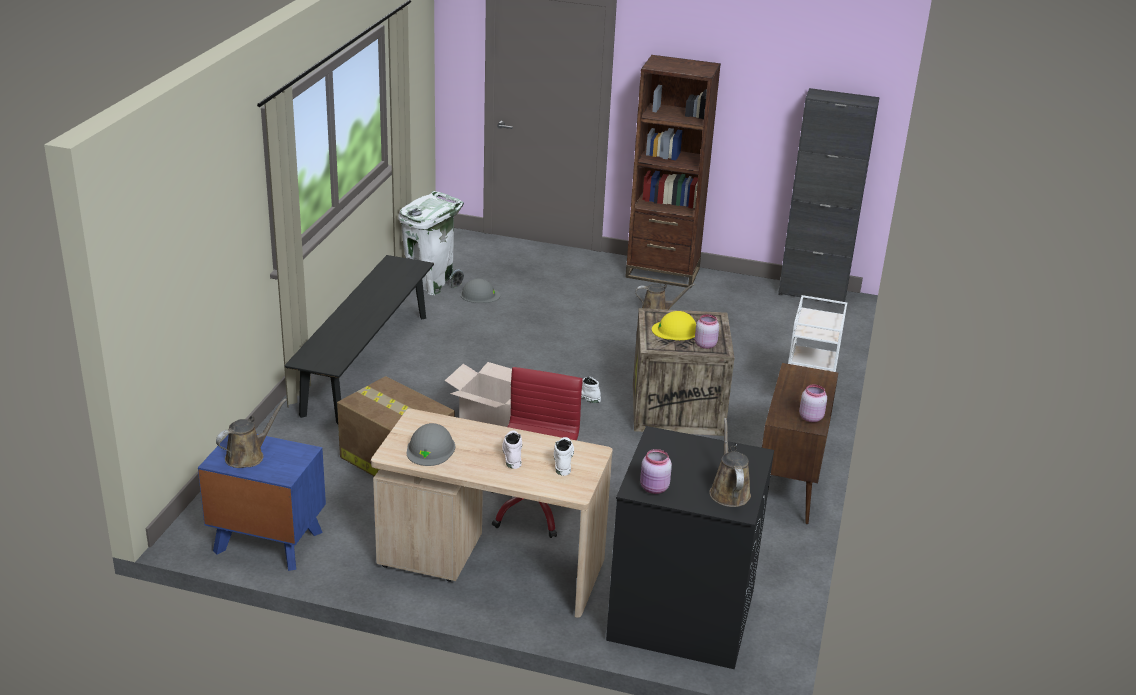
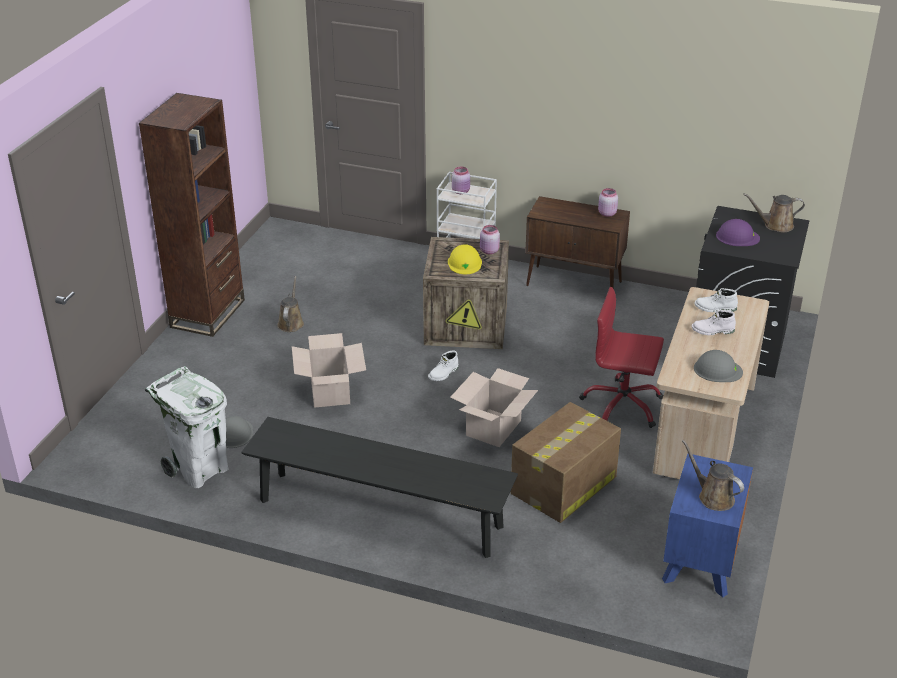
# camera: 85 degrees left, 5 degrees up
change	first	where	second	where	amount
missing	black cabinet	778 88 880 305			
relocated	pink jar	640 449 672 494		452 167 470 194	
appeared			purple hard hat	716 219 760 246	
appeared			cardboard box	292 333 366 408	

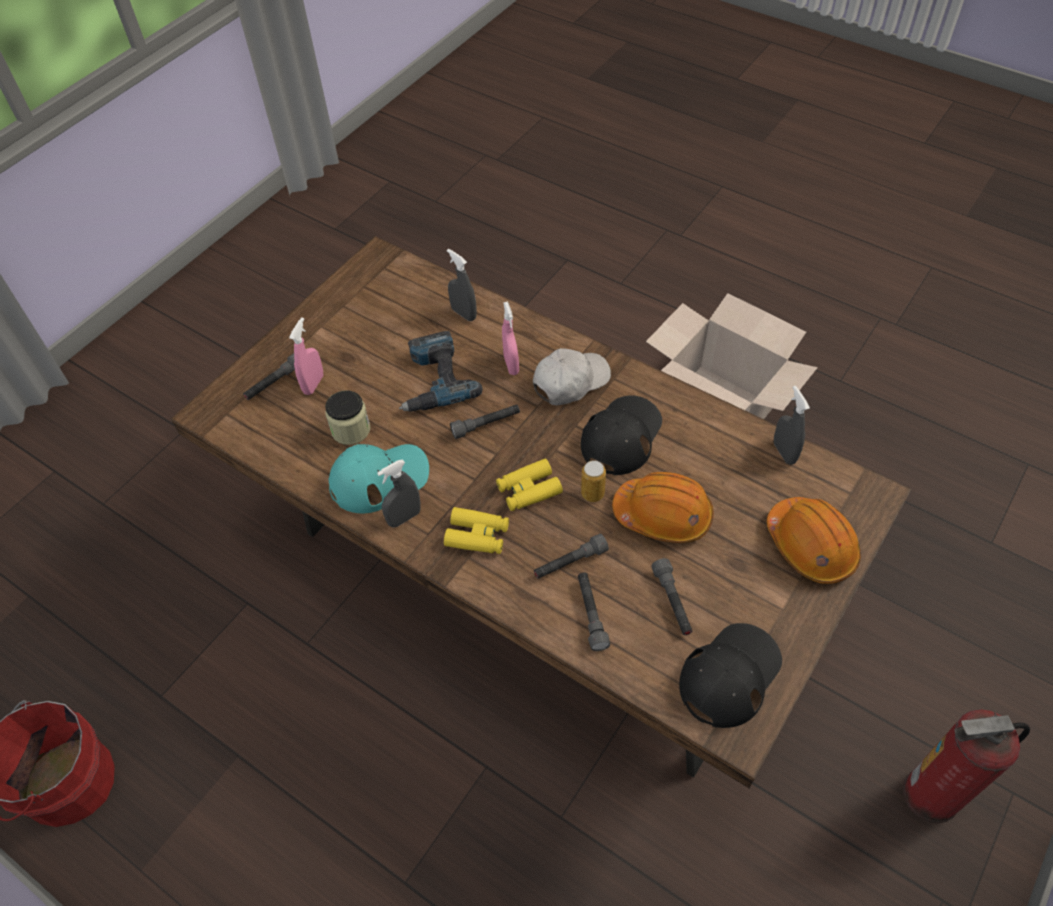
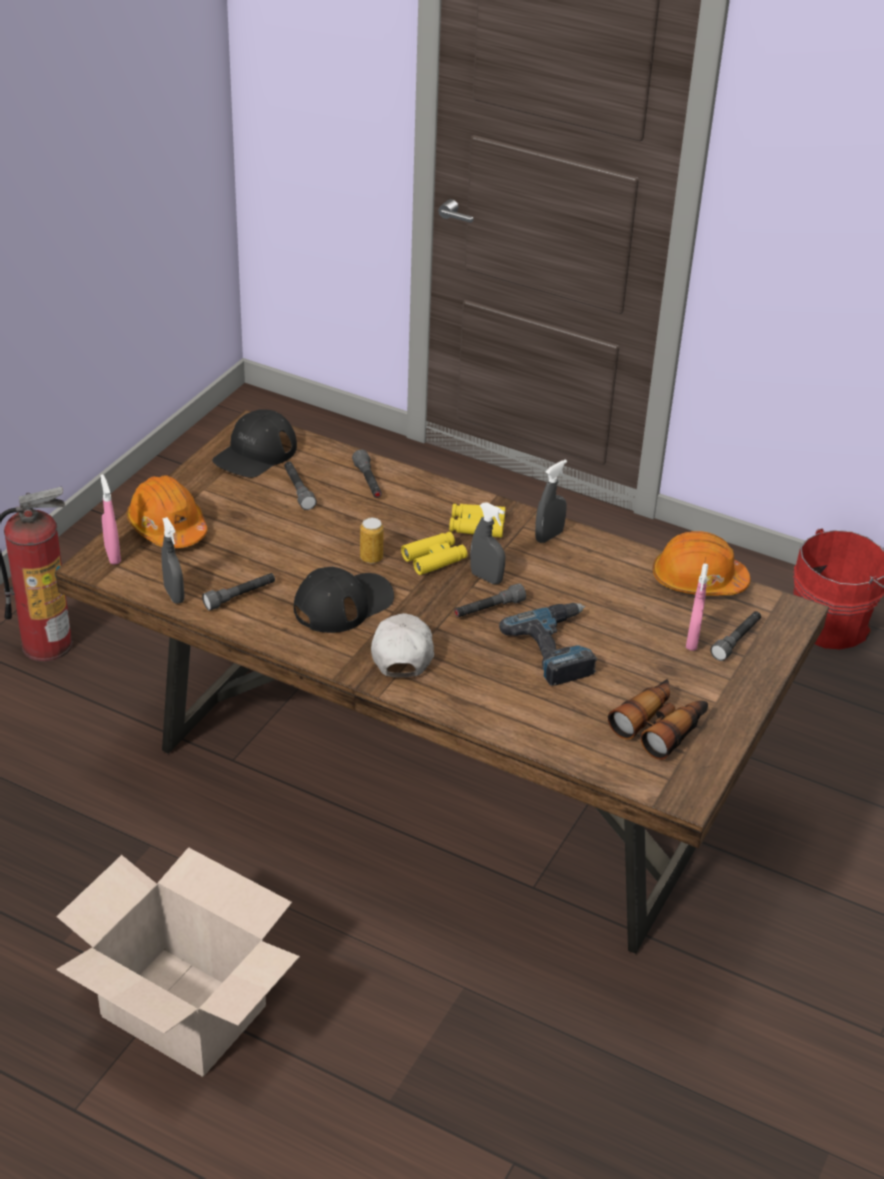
# camera: 170 degrees right, 15 degrees down
change	first	where	second	where	amount
relocated	grey spray bottle	447 249 477 321		470 502 505 584	
relocated	pink spray bottle	502 302 519 375		100 474 121 565	
spun	white cap	533 348 611 405		371 613 434 678	135 degrees clockwise
missing	jar	325 390 371 445			
spun	black cap	581 395 662 475		294 566 394 633	150 degrees counterclockwise
missing	turquoise cap	328 444 429 513			
relocated	orange hard hat	612 472 714 543		653 531 750 596	
relocated	grey flashlight	534 534 609 579		202 573 275 611	
appeared			binoculars	608 679 708 760	

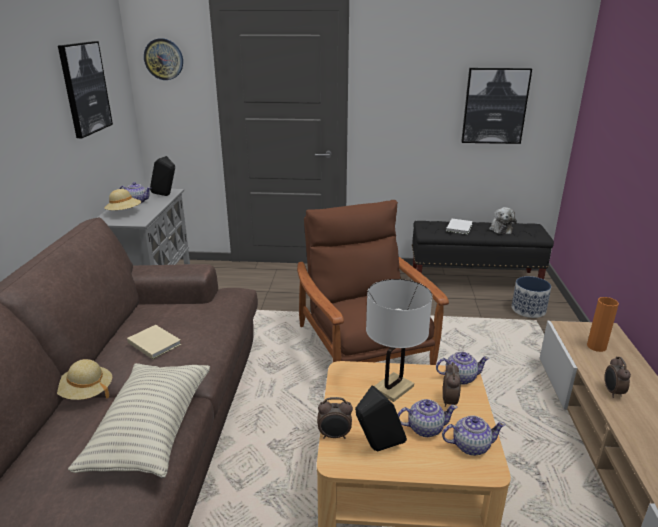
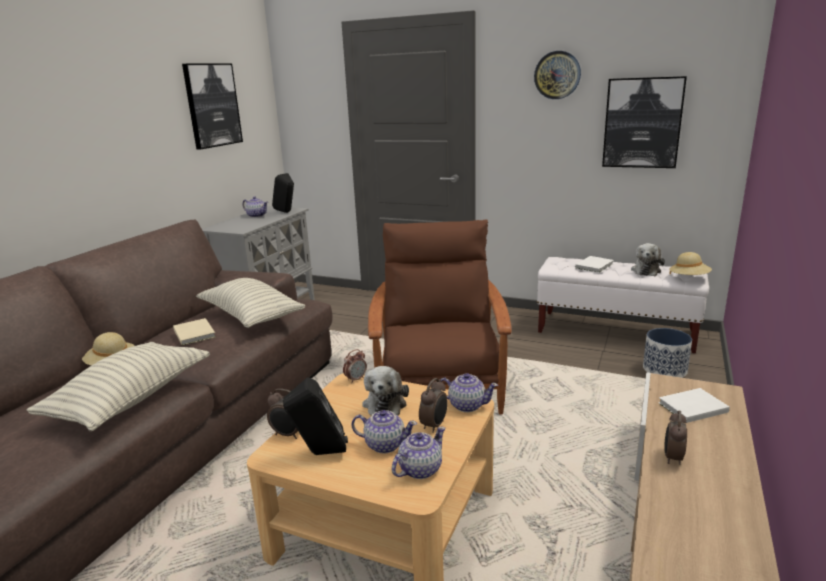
# camera: 20 degrees right, 5 degrees down
change	first	where	second	where	amount
relocated	wall clock	144 38 183 80		534 51 581 99	
relocated	beige hat	104 189 141 210		669 252 712 275	
colour	black bench	412 221 554 279	white bench	536 257 709 353	
exchanged	white table lamp	366 279 432 402	plush toy	362 366 409 416	
exchanged	orange vase	587 297 619 352	white book	658 388 730 423	
spun	teapot	442 415 506 456		392 427 445 479	60 degrees counterclockwise
appeared			pillow	196 278 305 328	
appeared			alarm clock	343 349 367 383	

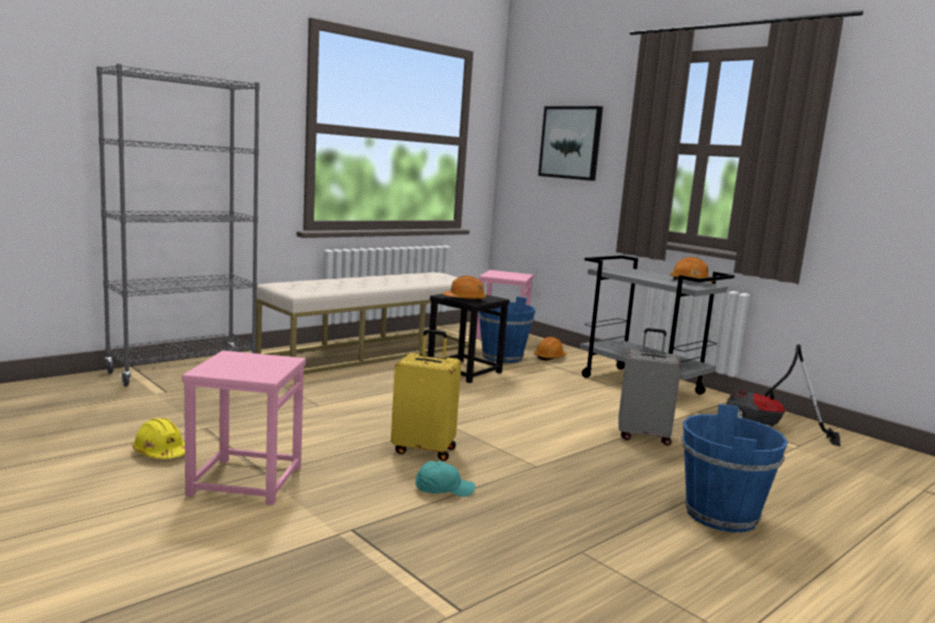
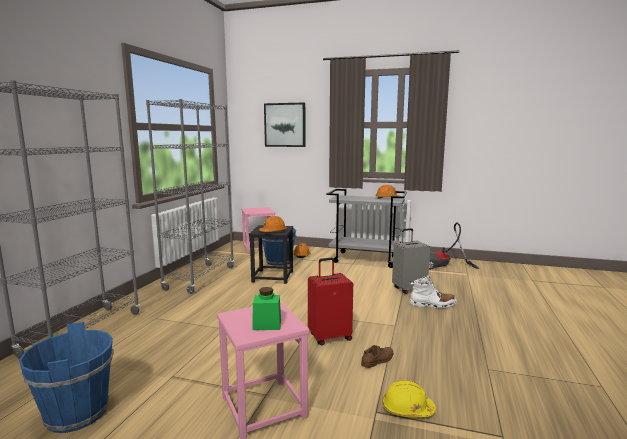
# camera: 30 degrees left, 0 degrees up
change	first	where	second	where	amount
exchanged	beige bench	256 272 469 374	grey bookcase	146 99 234 294	
colour	yellow suitcase	391 330 461 461	red suitcase	308 258 353 345	
relocated	blue bucket	681 404 788 532		19 322 114 433	
relocated	yellow hard hat	132 418 185 459		382 380 436 417	
exchanged	turquoise cap	415 461 475 497	brown shoe	361 345 393 368	
appeared			white boot	410 275 457 308	
appeared			green jar	252 287 281 330	

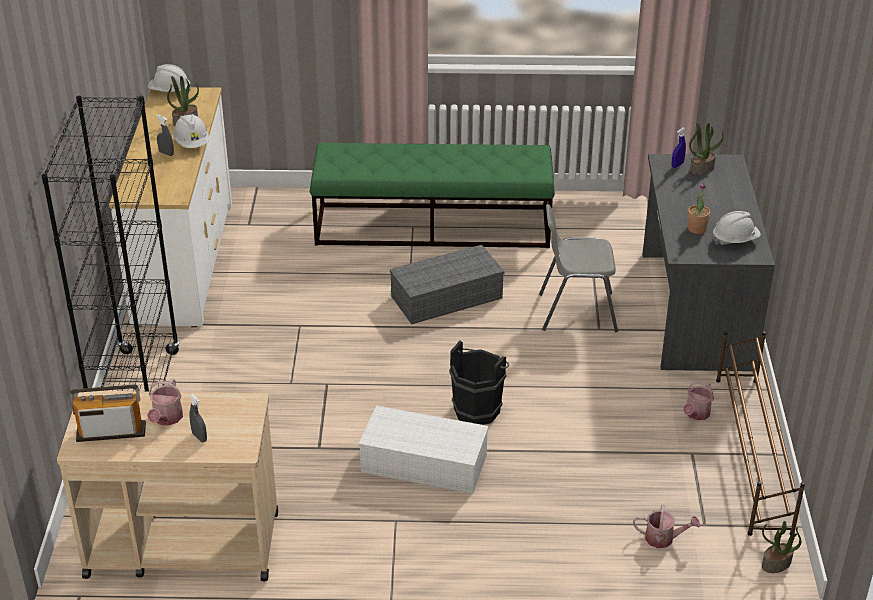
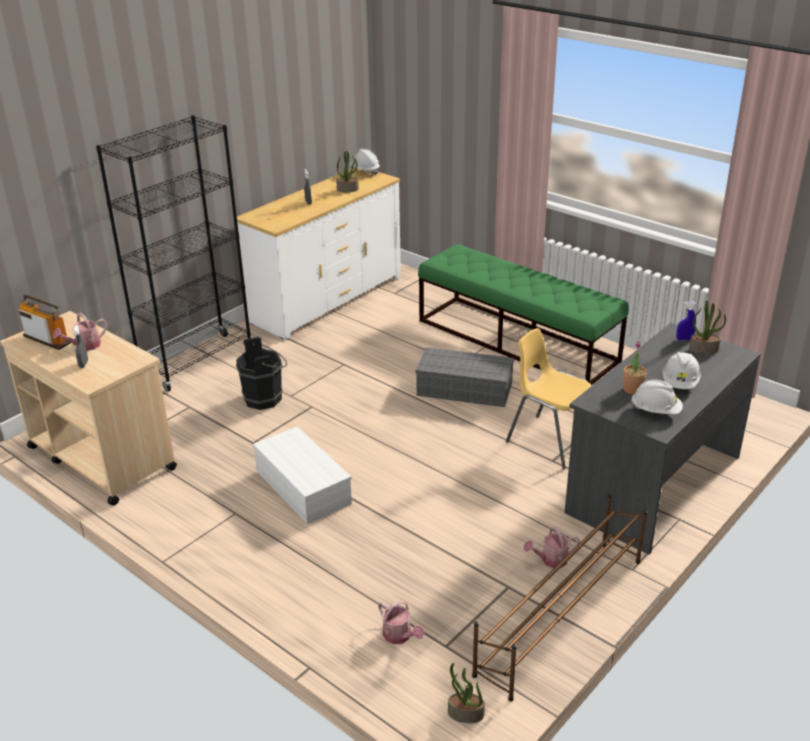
# camera: 40 degrees right, 5 degrees down
change	first	where	second	where	amount
relocated	white hard hat	173 114 209 148		662 352 701 389	
colour	grey chair	539 204 618 332	yellow chair	506 328 591 469	
relocated	black bucket	449 341 509 425		236 337 287 410	

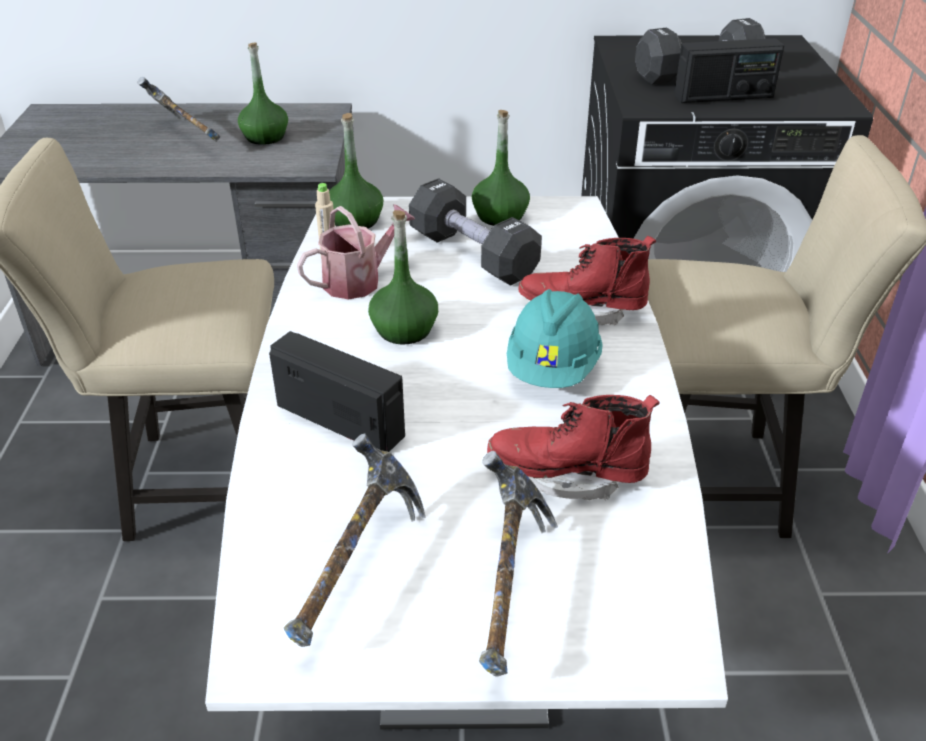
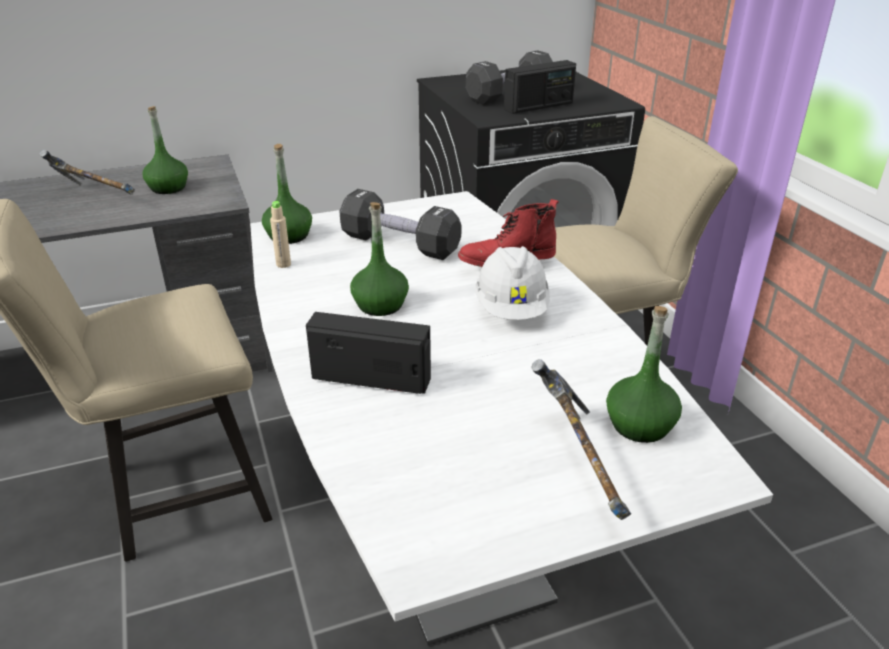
# camera: 20 degrees left, 5 degrees down
change	first	where	second	where	amount
relocated	green bottle	472 110 530 226		606 306 682 443	
missing	watering can	297 204 415 299			
colour	turquoise hard hat	507 289 603 388	white hard hat	475 246 550 320	
missing	red boot	487 395 660 500			
missing	hammer	284 433 425 647			

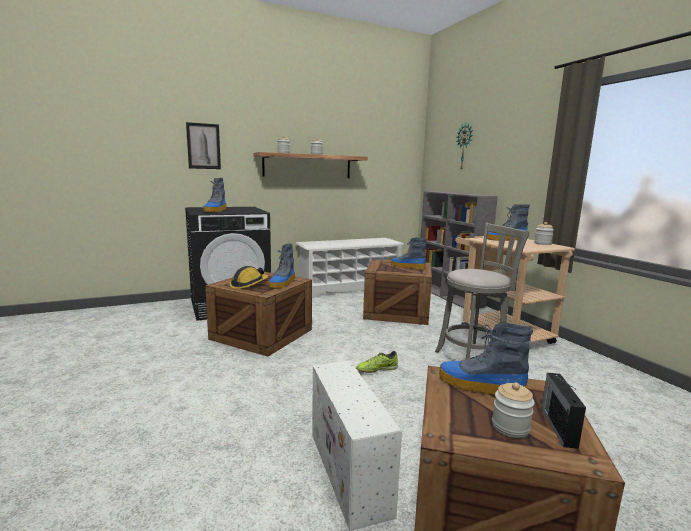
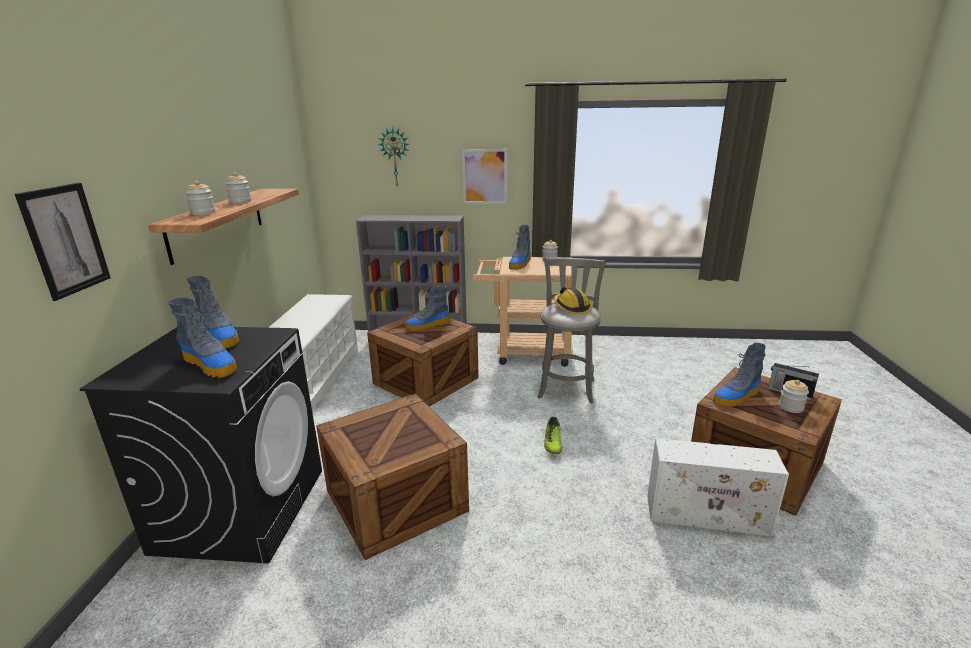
# camera: 60 degrees left, 10 degrees up
change	first	where	second	where	amount
relocated	boot	268 244 295 289		187 276 239 348	
relocated	hard hat	229 266 268 289		554 287 592 315	
appeared			picture	462 149 507 204	

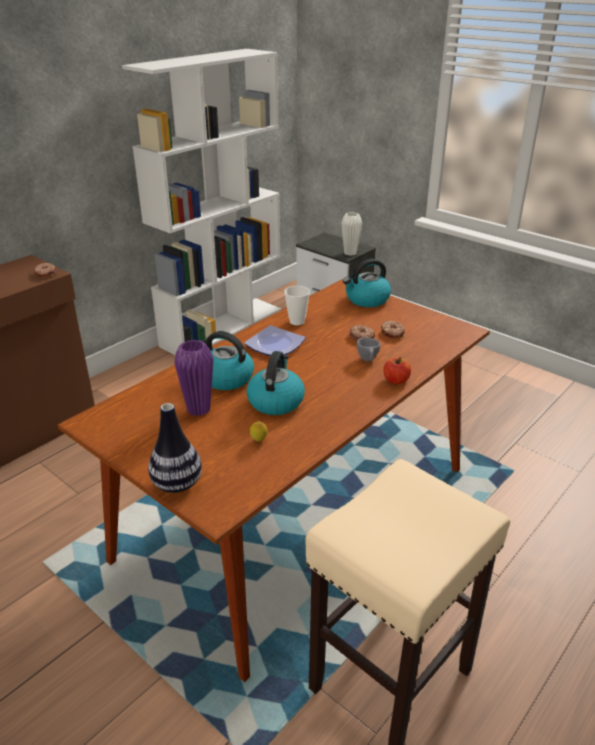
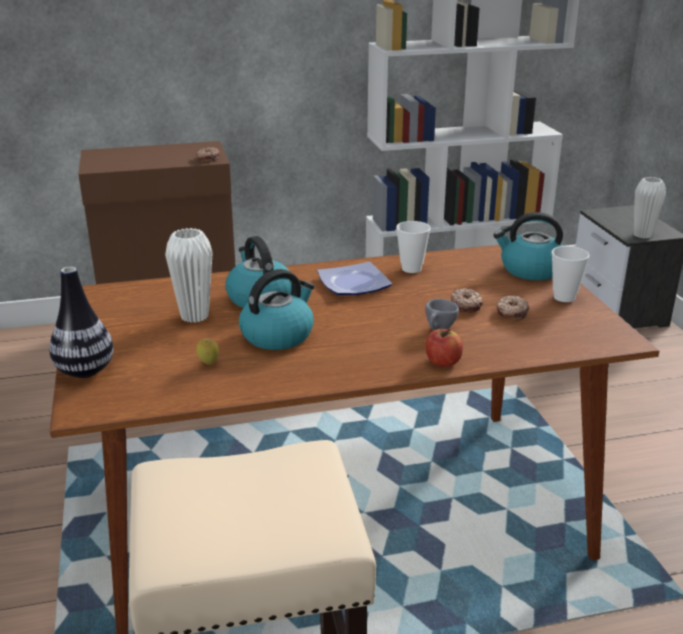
# camera: 35 degrees right, 5 degrees down
change	first	where	second	where	amount
colour	purple vase	174 340 214 416	white vase	165 228 213 323	
appeared			cup	552 246 589 302	

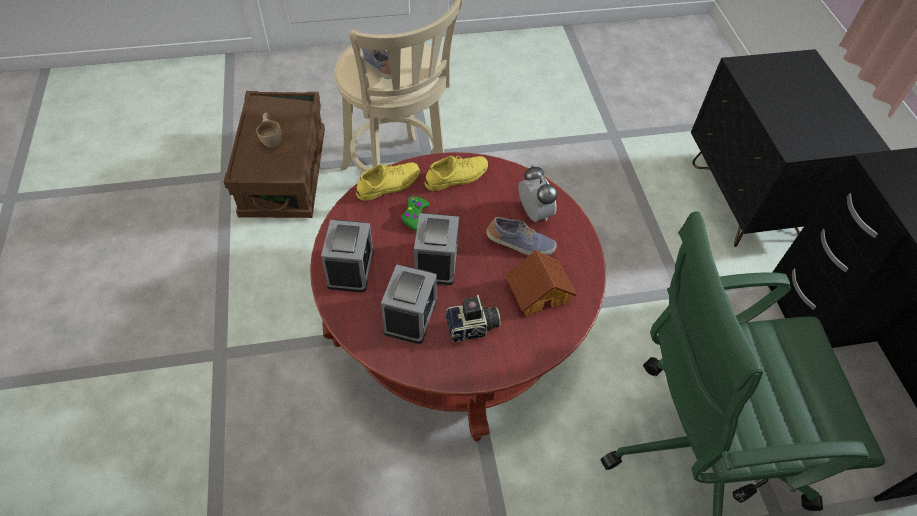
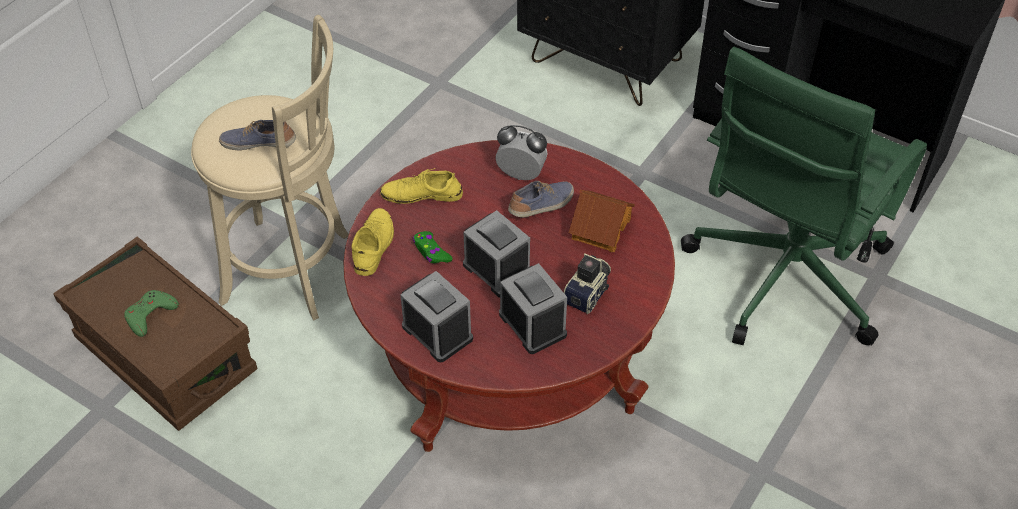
# camera: 45 degrees left, 5 degrees down
change	first	where	second	where	amount
exchanged	beige cup	256 113 282 148	green game controller	124 290 179 337	
spun	yellow shoe	424 156 488 191		380 168 463 204	105 degrees counterclockwise

